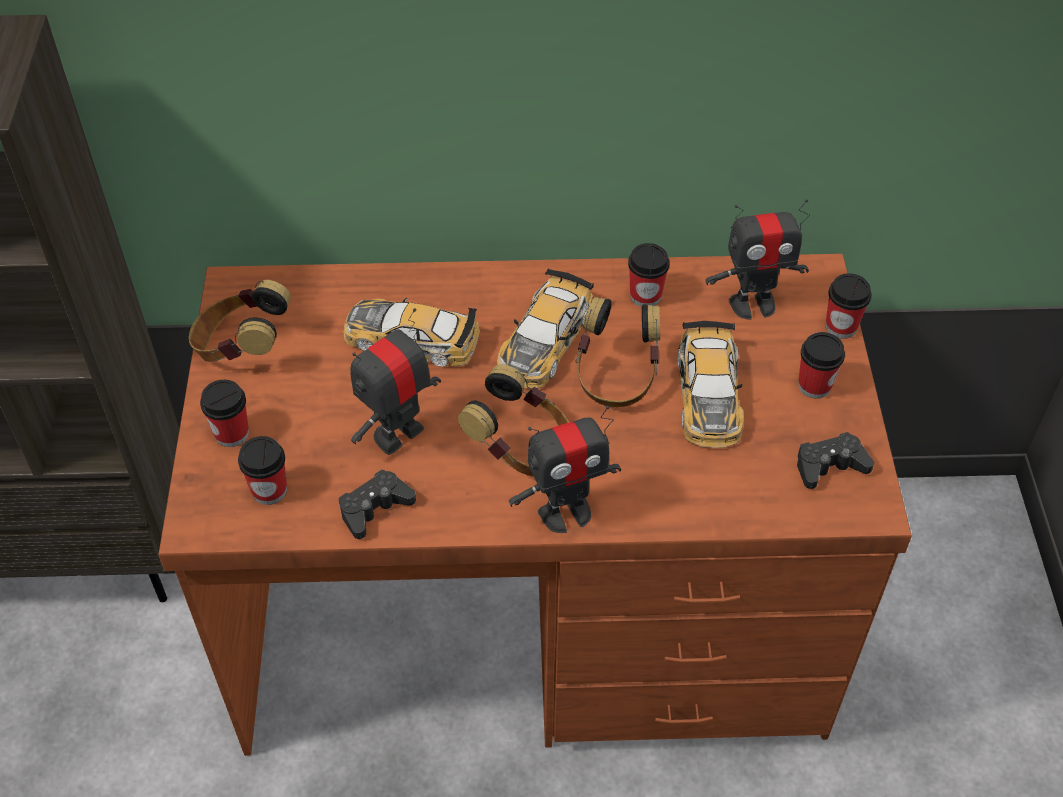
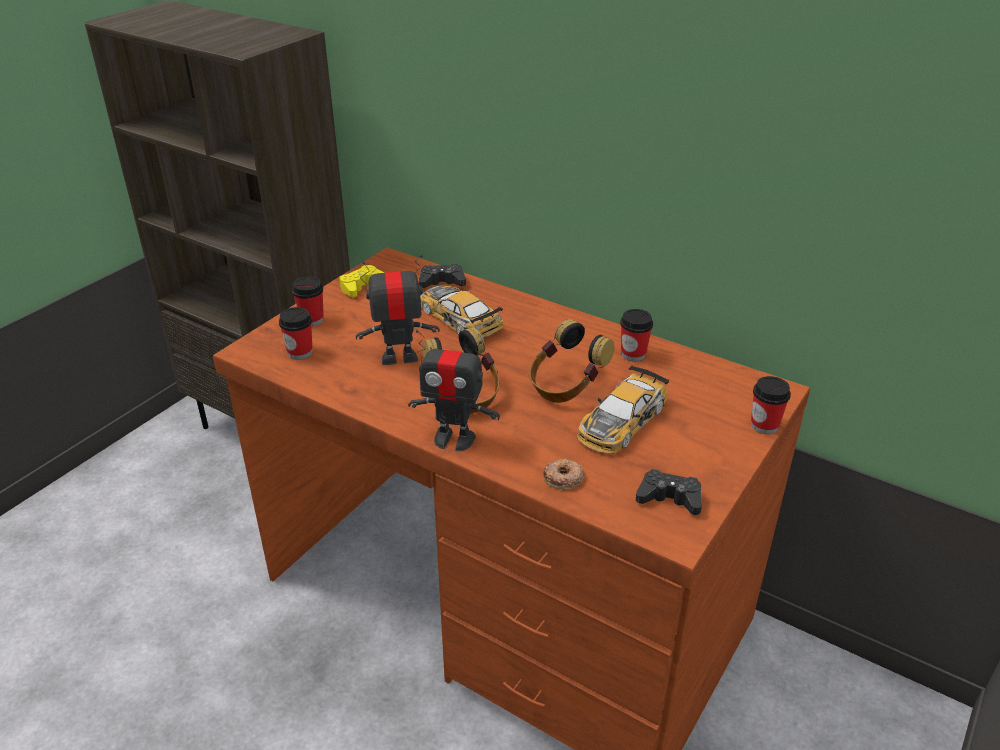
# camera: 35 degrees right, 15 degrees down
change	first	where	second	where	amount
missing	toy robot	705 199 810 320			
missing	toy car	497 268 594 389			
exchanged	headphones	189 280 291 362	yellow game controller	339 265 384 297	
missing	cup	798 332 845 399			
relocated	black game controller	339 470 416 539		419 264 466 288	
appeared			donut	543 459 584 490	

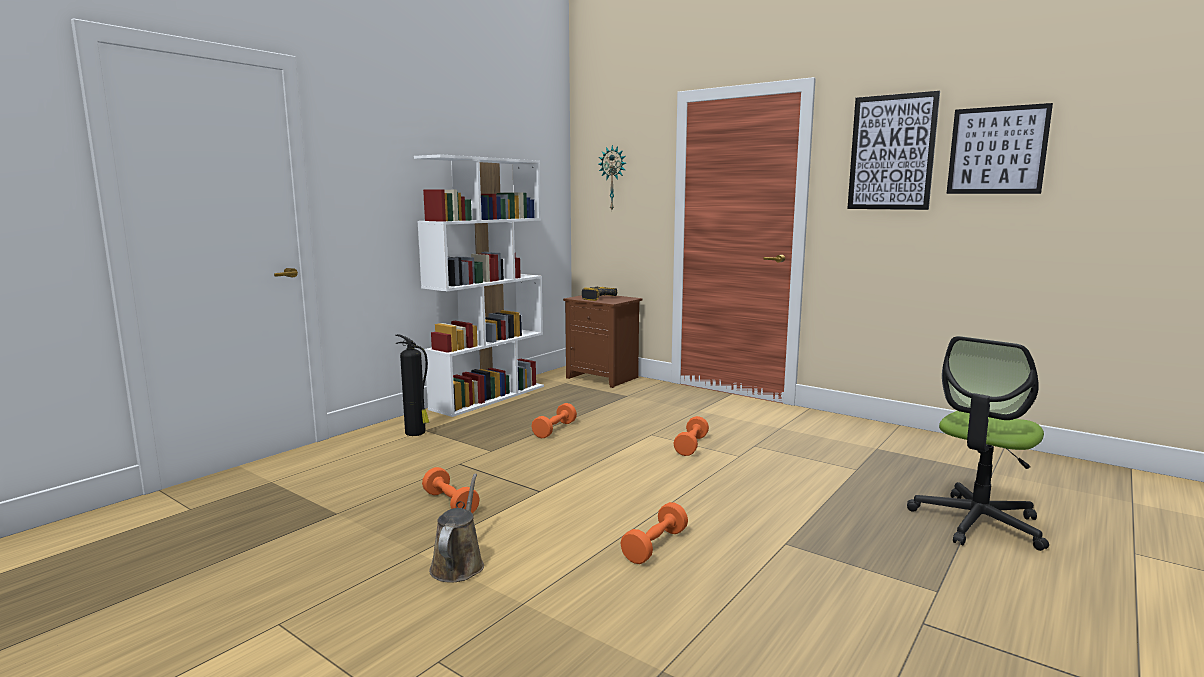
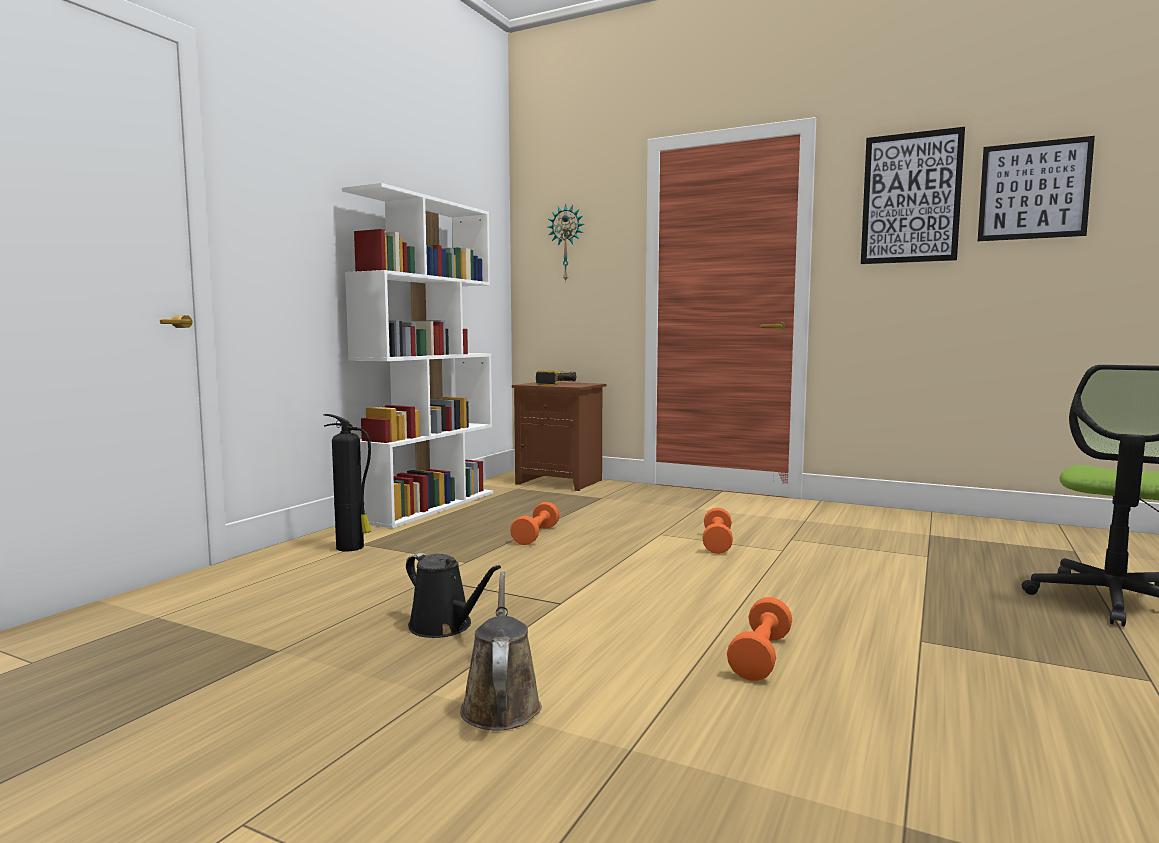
# camera: 10 degrees left, 5 degrees down
change	first	where	second	where	amount
exchanged	orange dumbbell	422 467 480 514	black watering can	406 553 501 638	

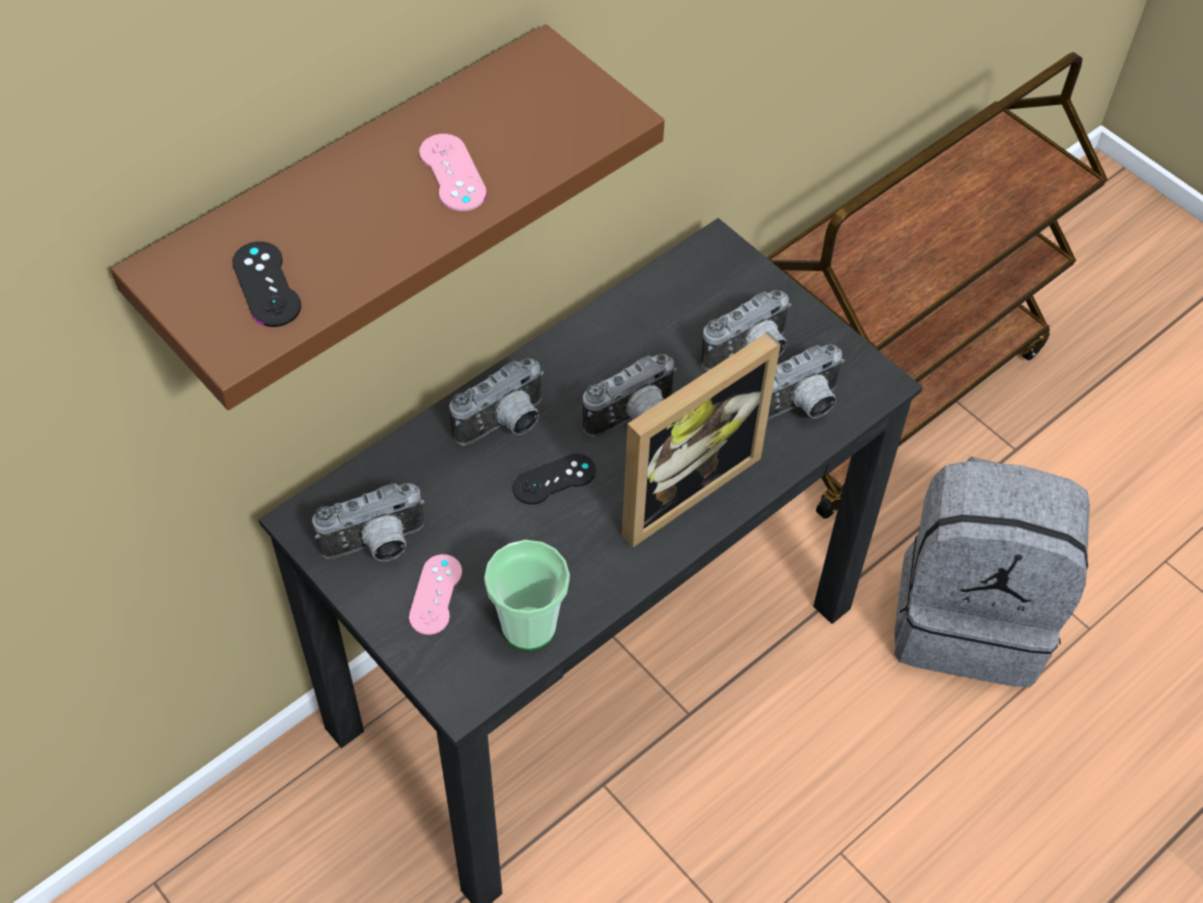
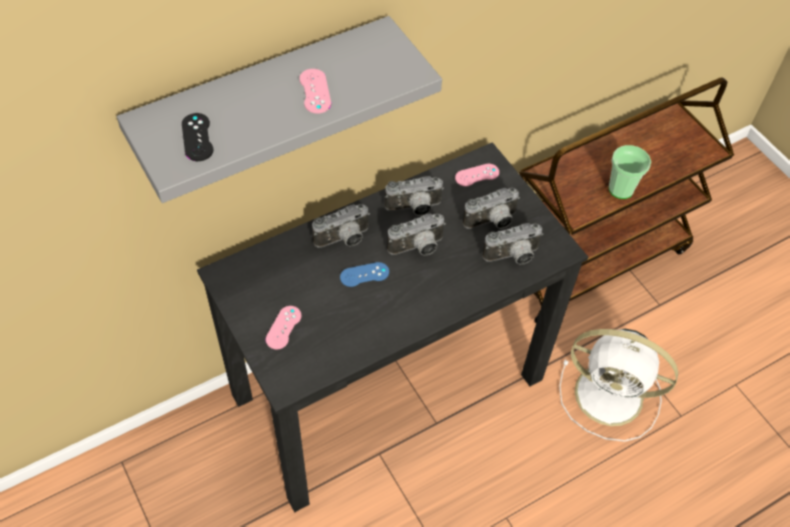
# camera: 10 degrees right, 0 degrees up
change	first	where	second	where	amount
colour	brown shelf	111 24 665 410	grey shelf	117 16 442 203	
missing	picture frame	622 332 781 547			
colour	black game controller	513 454 596 504	blue game controller	340 262 389 287	
exchanged	grey backpack	894 457 1090 687	white fan	559 329 678 442	
relocated	photo camera	312 483 425 561		385 176 444 216	
relocated	cup	484 540 570 650		609 145 651 199	
appeared			pink game controller	455 164 499 186	

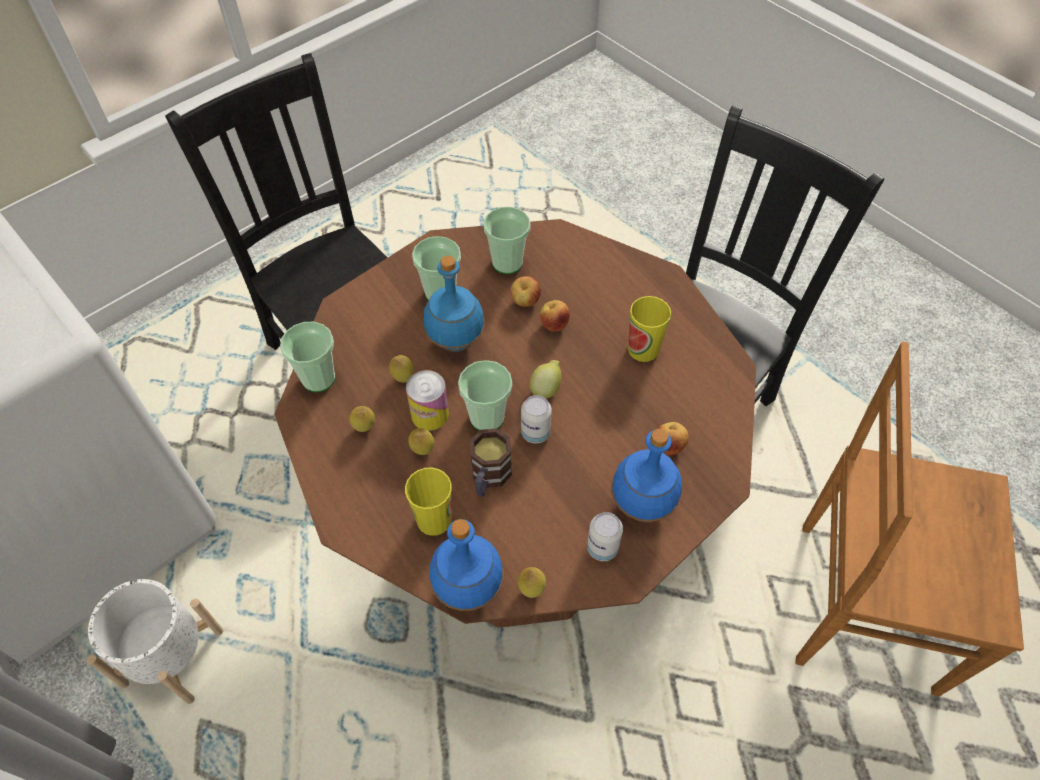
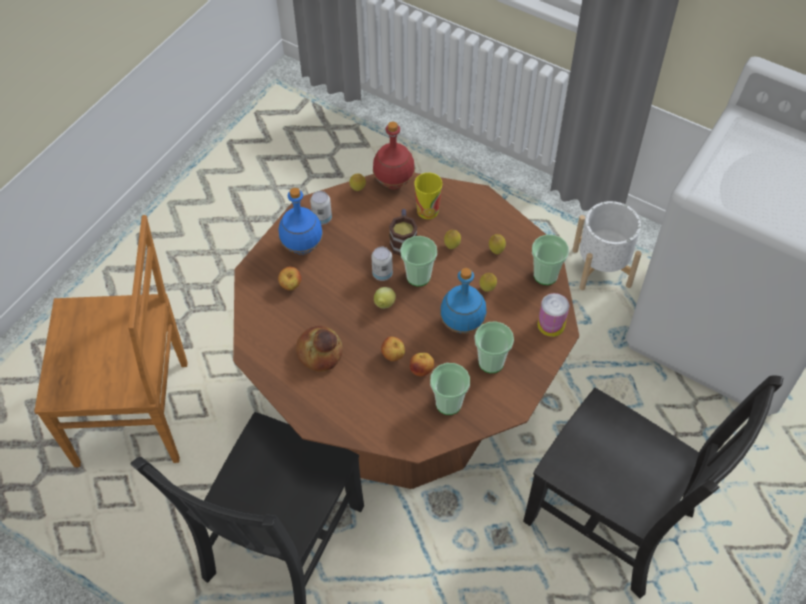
# camera: 165 degrees right, 0 degrees up
change	first	where	second	where	amount
exchanged	cup	628 296 671 362	bread	296 326 343 372	
relocated	can	406 370 449 431		537 293 569 337	
colour	blue bottle	430 519 503 611	red bottle	373 122 415 189	

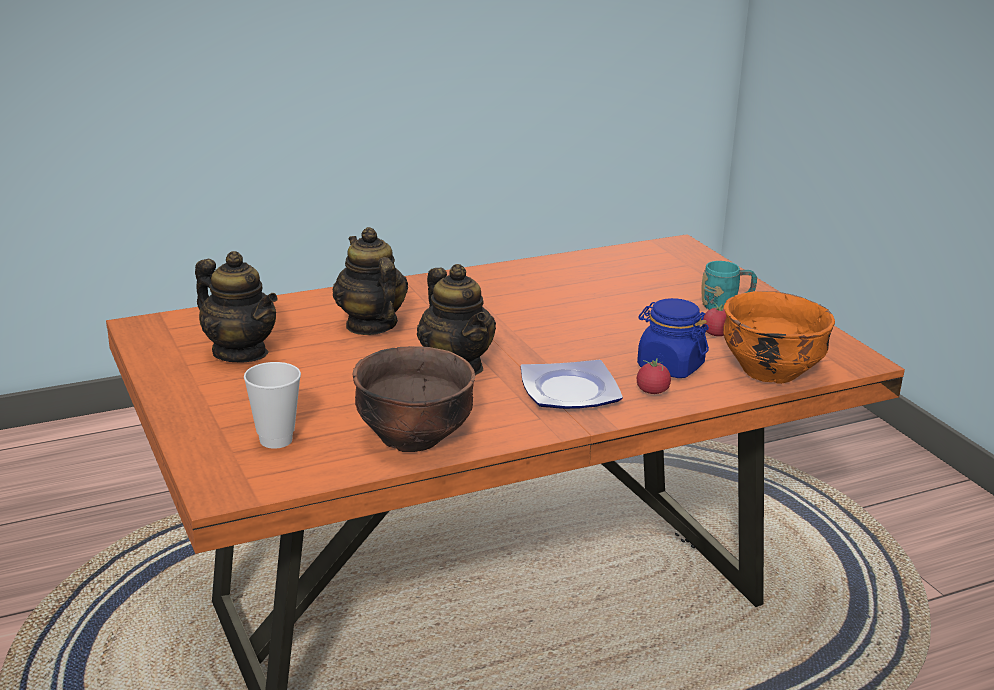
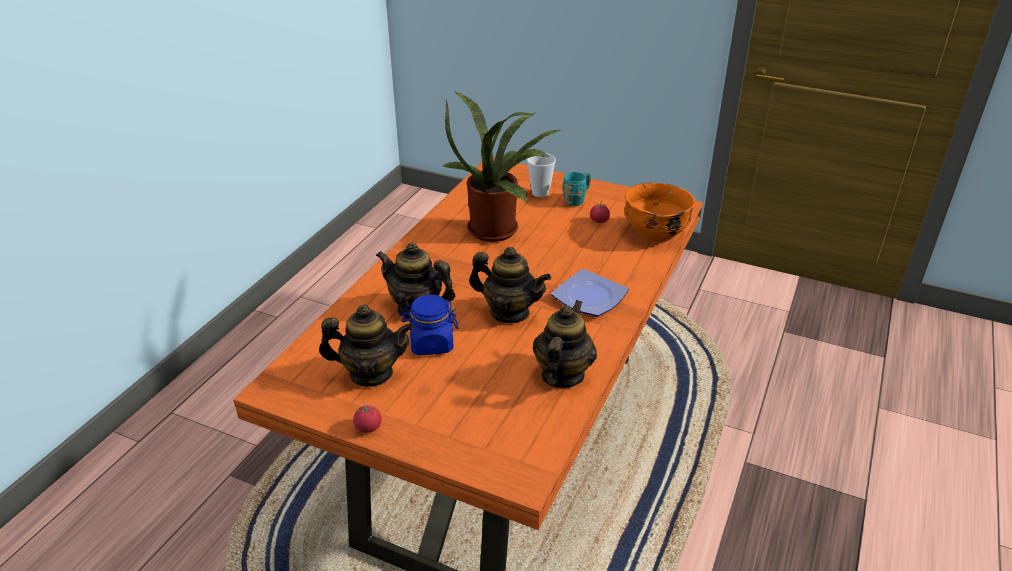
# camera: 40 degrees left, 10 degrees up
change	first	where	second	where	amount
relocated	blue jar	637 298 709 378		402 294 459 355	
exchanged	brown bowl	352 346 475 452	teapot	533 300 597 388	
relocated	tomato	637 358 671 394		353 403 381 433	
relocated	cup	244 362 301 449		527 153 556 197	
appeared			potted plant	443 91 560 242	

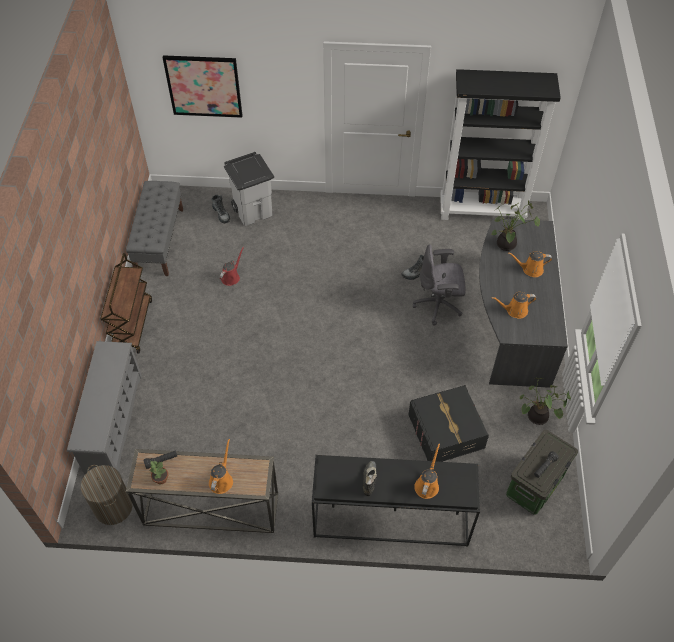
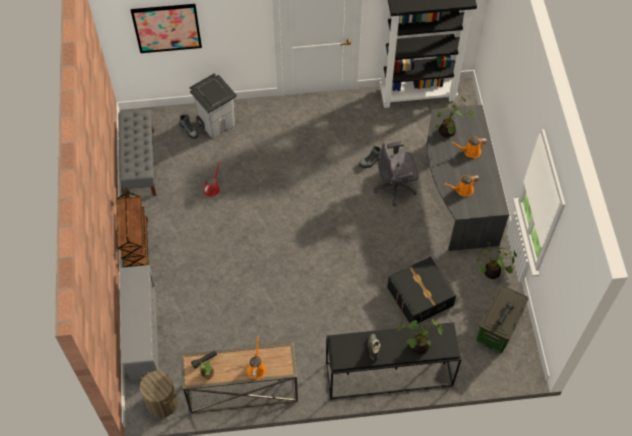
# camera: 10 degrees left, 5 degrees up
change	first	where	second	where	amount
exchanged	orange watering can	414 443 440 499	potted plant	397 308 442 355	

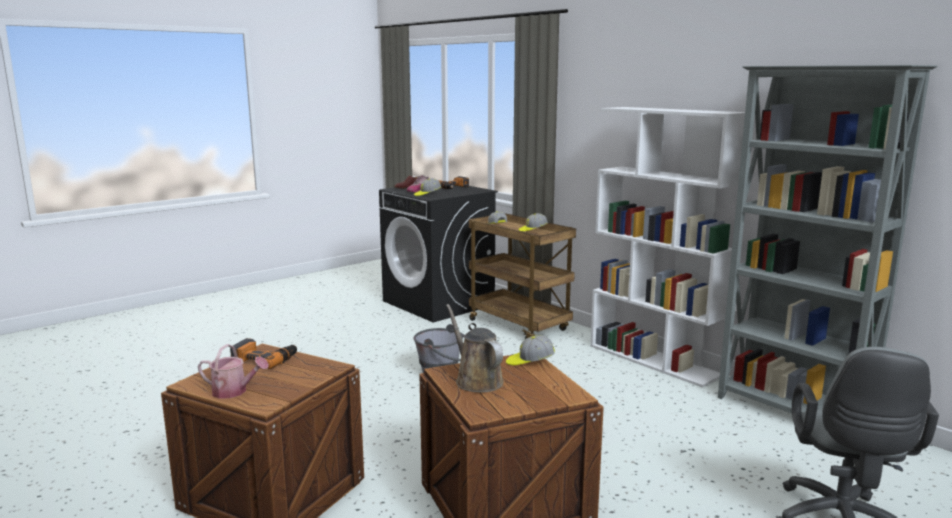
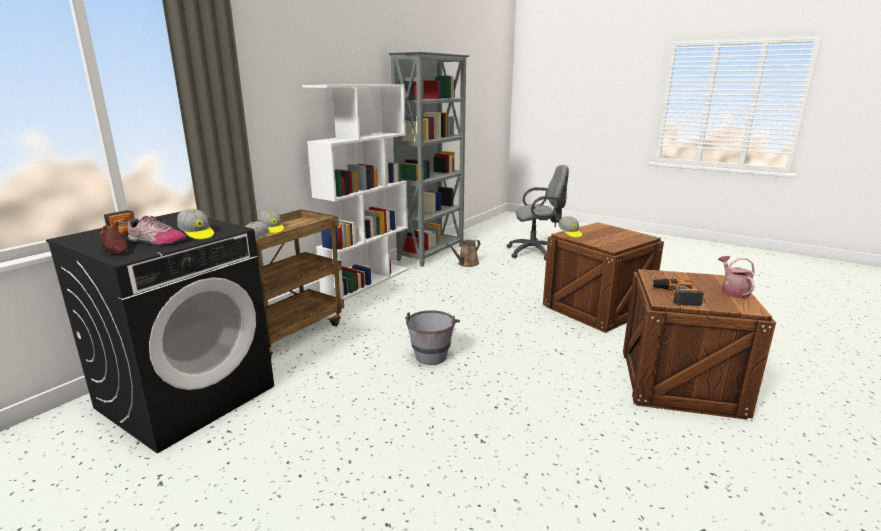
# camera: 105 degrees left, 5 degrees up
change	first	where	second	where	amount
relocated	brown watering can	446 304 504 392		447 240 480 267	

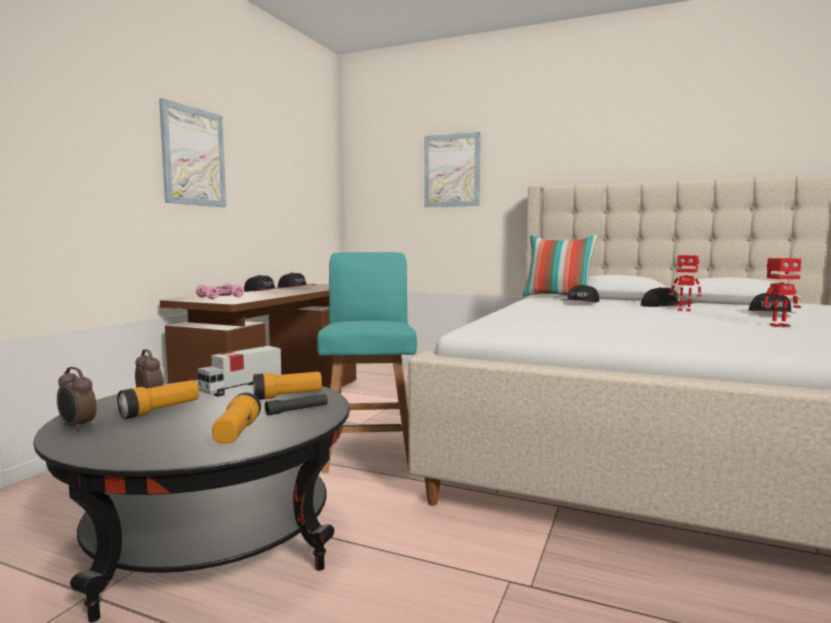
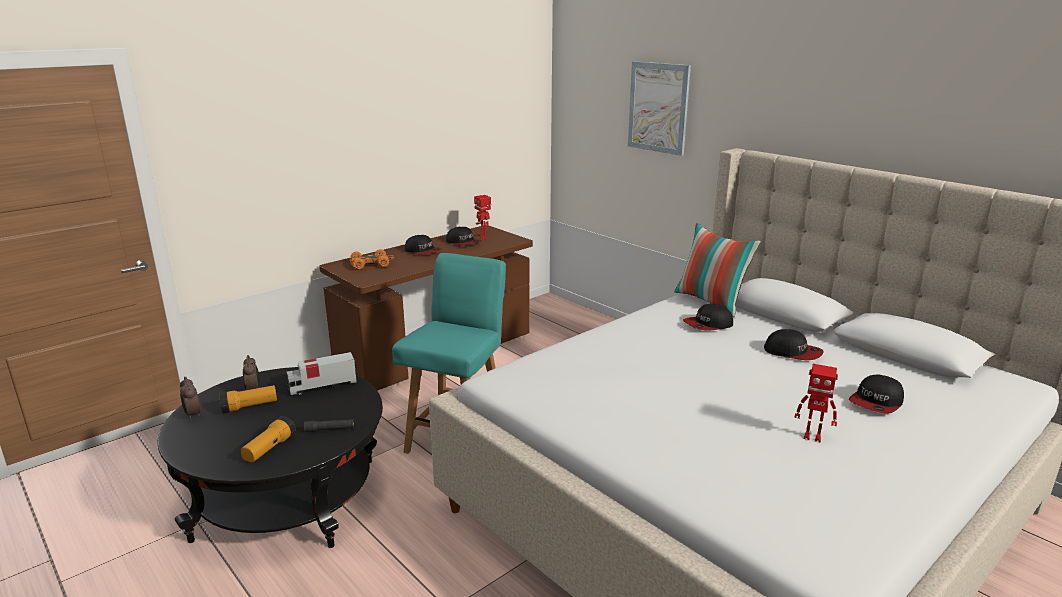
# camera: 25 degrees right, 15 degrees up
change	first	where	second	where	amount
missing	picture	159 98 226 207			
relocated	toy robot	669 255 702 311		474 195 491 239	
colour	pink toy car	196 283 245 299	orange toy car	350 249 394 270	
missing	flashlight	253 372 322 400			

